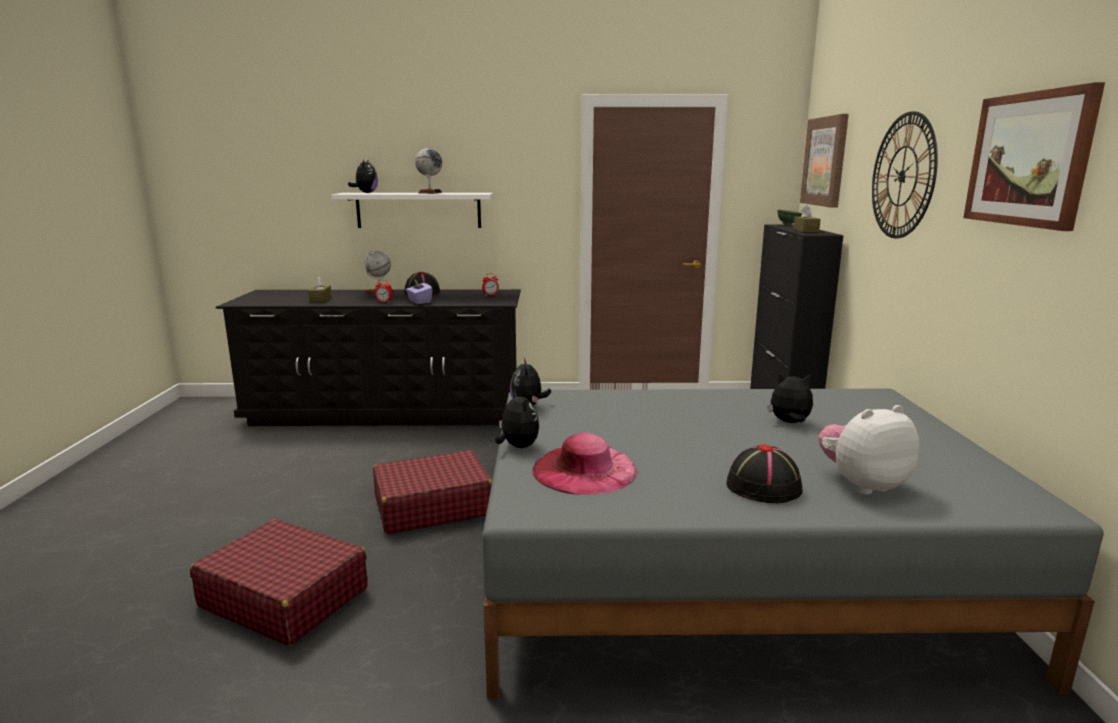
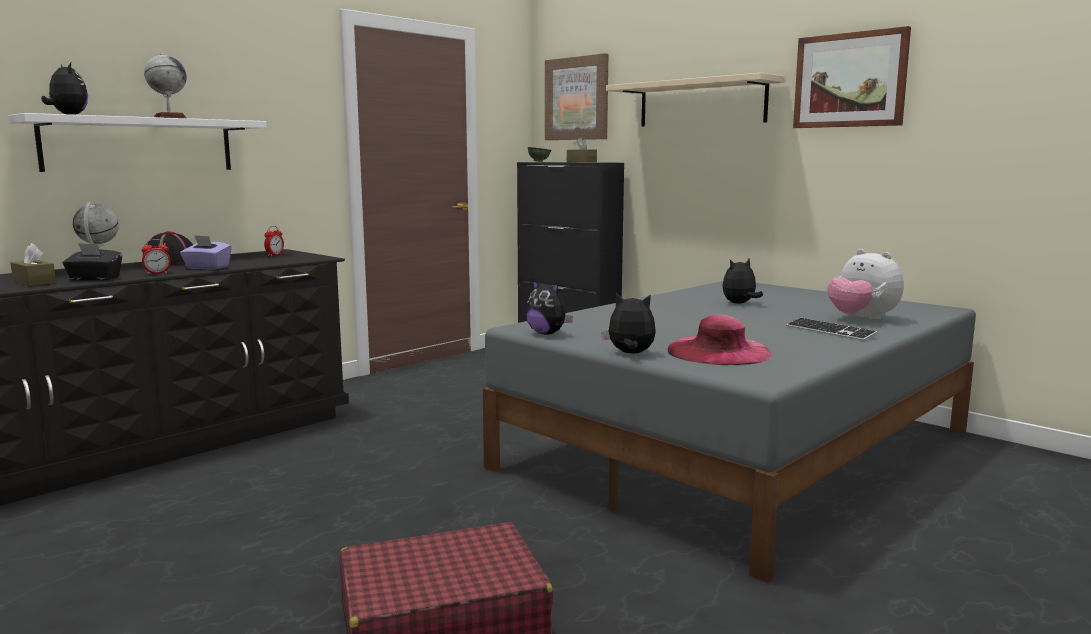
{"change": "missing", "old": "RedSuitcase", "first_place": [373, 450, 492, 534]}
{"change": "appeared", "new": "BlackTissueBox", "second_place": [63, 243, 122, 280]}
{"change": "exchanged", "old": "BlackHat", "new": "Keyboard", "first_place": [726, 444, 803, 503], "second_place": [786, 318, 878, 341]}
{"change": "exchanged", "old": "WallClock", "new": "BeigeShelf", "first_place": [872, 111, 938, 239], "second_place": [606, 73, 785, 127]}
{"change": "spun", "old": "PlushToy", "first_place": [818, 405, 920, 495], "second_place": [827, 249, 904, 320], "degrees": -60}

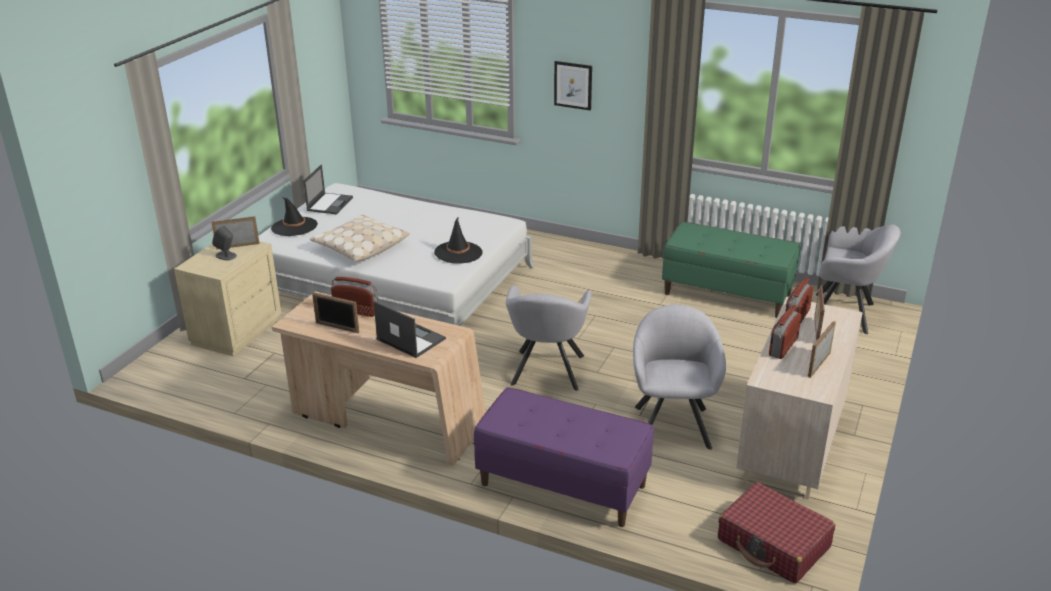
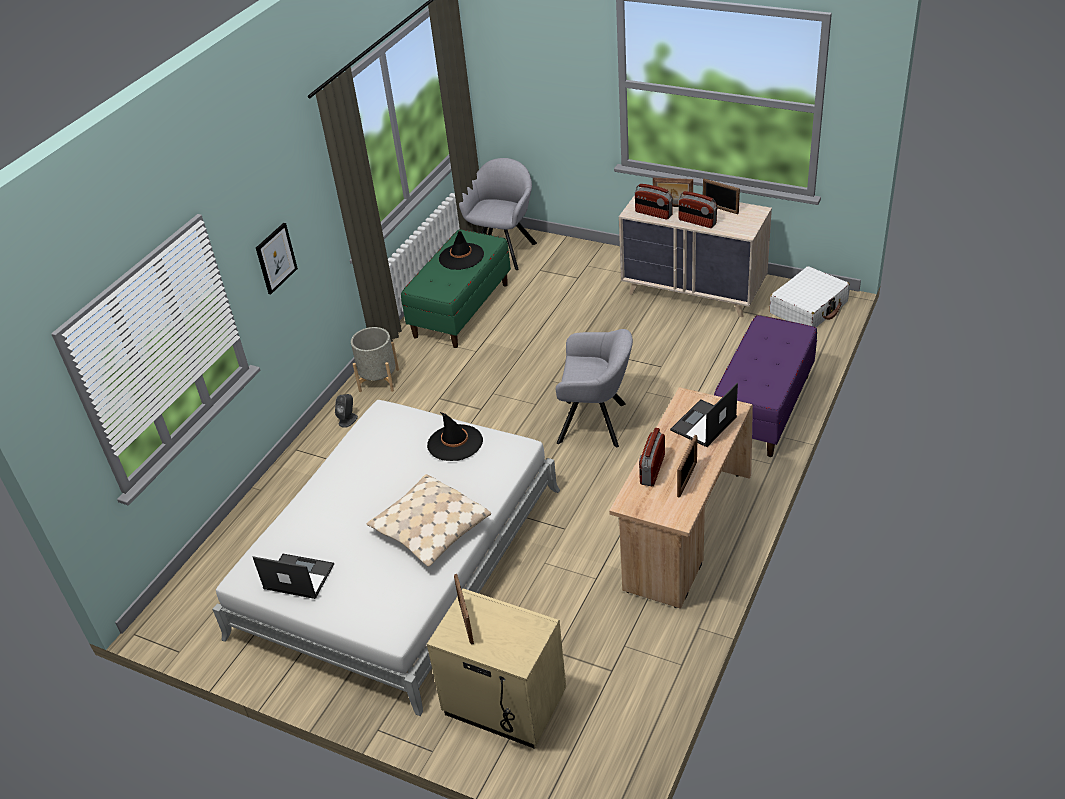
{"change": "missing", "old": "GreyArmchair", "first_place": [633, 304, 726, 450]}
{"change": "appeared", "new": "GreyPlanter", "second_place": [351, 327, 399, 392]}
{"change": "relocated", "old": "GreySpeaker", "first_place": [212, 225, 237, 260], "second_place": [335, 394, 358, 428]}
{"change": "relocated", "old": "BlackHat", "first_place": [271, 197, 318, 236], "second_place": [439, 231, 484, 270]}
{"change": "colour", "old": "RedSuitcase", "new": "WhiteSuitcase", "first_place": [718, 482, 835, 584], "second_place": [770, 266, 850, 327]}

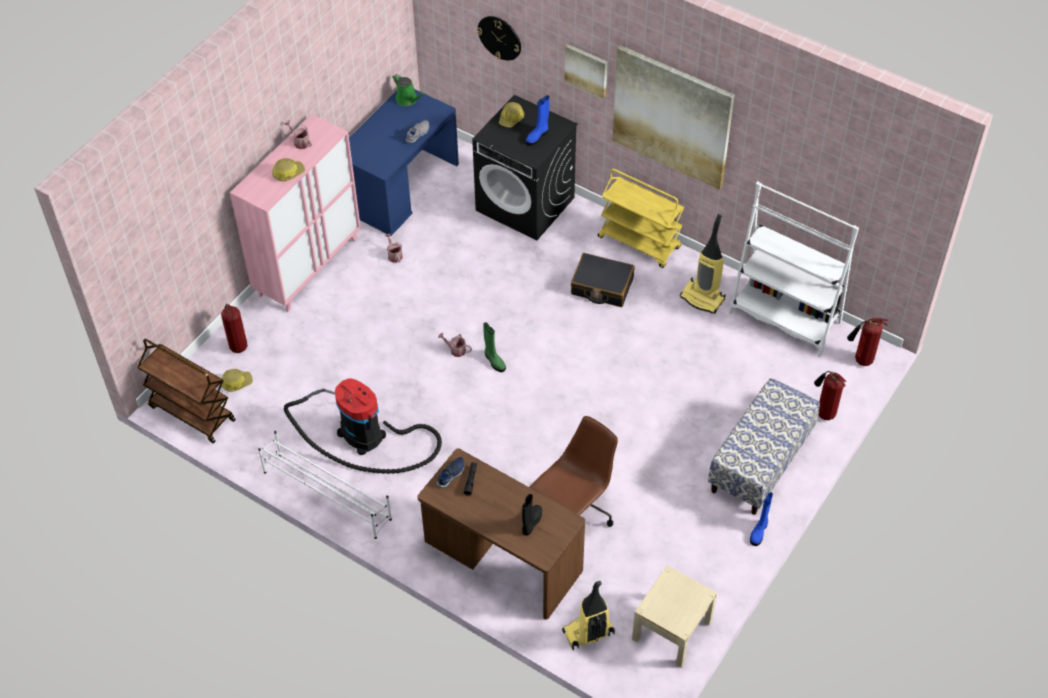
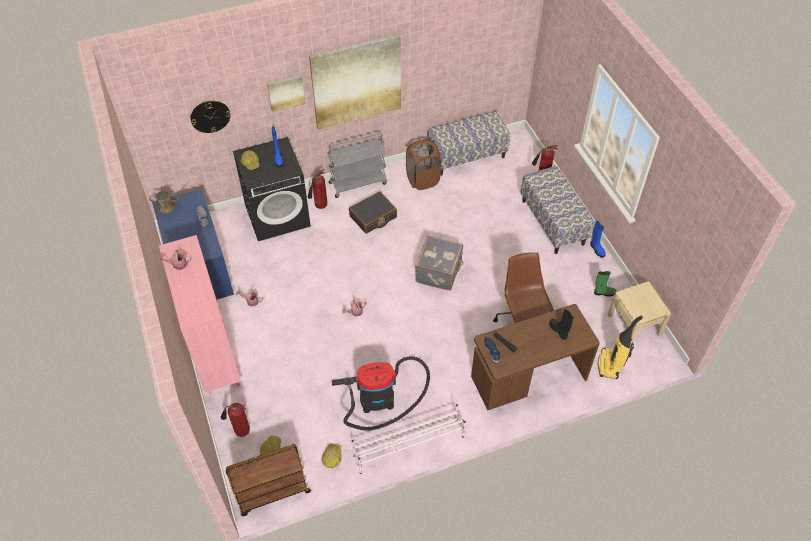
{"change": "appeared", "new": "GreySuitcase", "second_place": [415, 235, 463, 291]}
{"change": "relocated", "old": "HardHat", "first_place": [272, 158, 305, 181], "second_place": [321, 444, 342, 468]}
{"change": "relocated", "old": "GreenBoot", "first_place": [483, 322, 506, 372], "second_place": [594, 271, 617, 297]}
{"change": "relocated", "old": "FireExtinguisher", "first_place": [847, 318, 888, 366], "second_place": [307, 169, 327, 209]}
{"change": "exchanged", "old": "VacuumCleaner", "new": "BrownLaundryBasket", "first_place": [680, 214, 726, 314], "second_place": [406, 140, 441, 190]}
{"change": "exchanged", "old": "WhiteBookcase", "new": "Bench", "first_place": [729, 181, 859, 358], "second_place": [427, 111, 510, 176]}
{"change": "colour", "old": "GreenWateringCan", "new": "BrownWateringCan", "first_place": [393, 74, 425, 106], "second_place": [149, 189, 187, 214]}
{"change": "colour", "old": "YellowCart", "new": "GreyCart", "first_place": [598, 169, 684, 268], "second_place": [327, 132, 387, 198]}

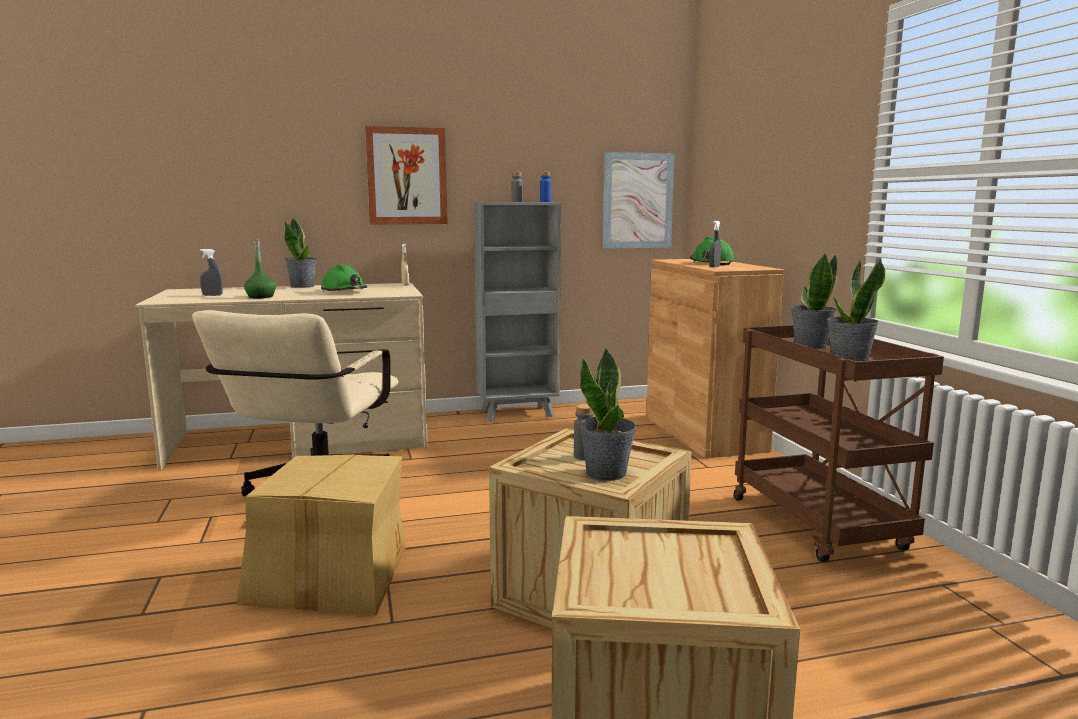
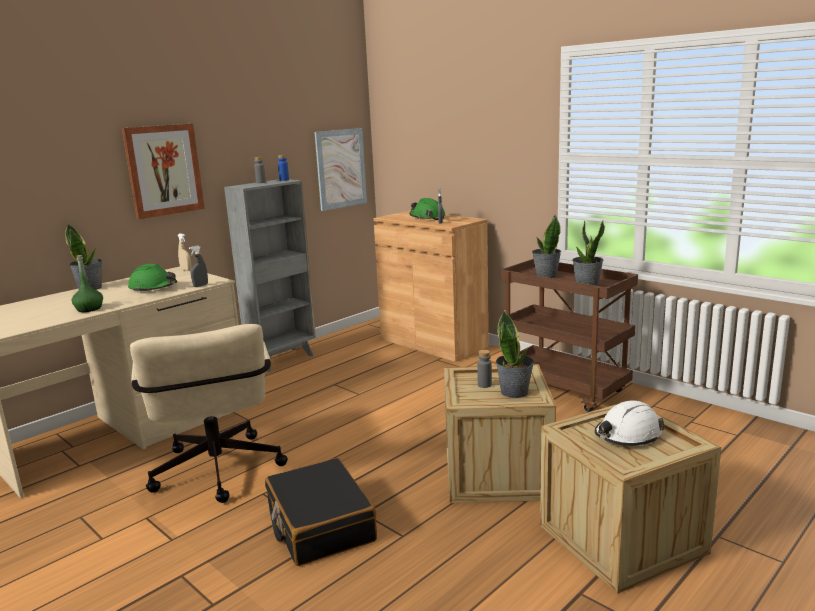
{"change": "appeared", "new": "WhiteHardHat", "second_place": [595, 400, 665, 446]}
{"change": "relocated", "old": "GreySprayBottle", "first_place": [200, 249, 223, 296], "second_place": [189, 245, 208, 287]}
{"change": "exchanged", "old": "CardboardBox", "new": "BlackSuitcase", "first_place": [236, 455, 405, 616], "second_place": [265, 458, 377, 566]}

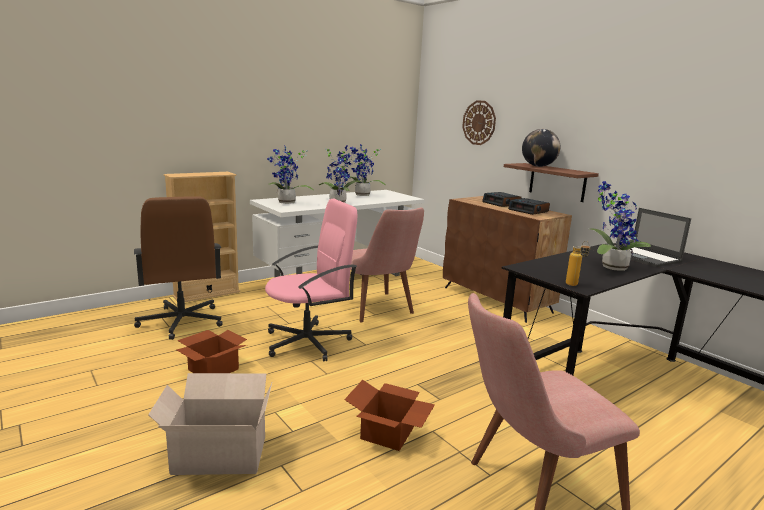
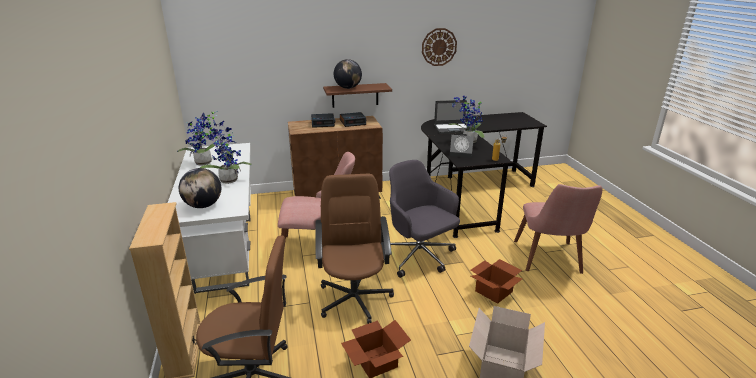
{"change": "appeared", "new": "GreyOfficeChair", "second_place": [389, 160, 460, 278]}
{"change": "appeared", "new": "AlarmClock", "second_place": [450, 134, 474, 158]}
{"change": "relocated", "old": "WallClock", "first_place": [462, 101, 496, 145], "second_place": [422, 28, 457, 66]}
{"change": "exchanged", "old": "PottedPlant", "new": "Globe", "first_place": [267, 147, 314, 204], "second_place": [179, 168, 221, 208]}
{"change": "colour", "old": "PinkOfficeChair", "new": "BrownOfficeChair", "first_place": [265, 199, 357, 361], "second_place": [315, 173, 394, 324]}

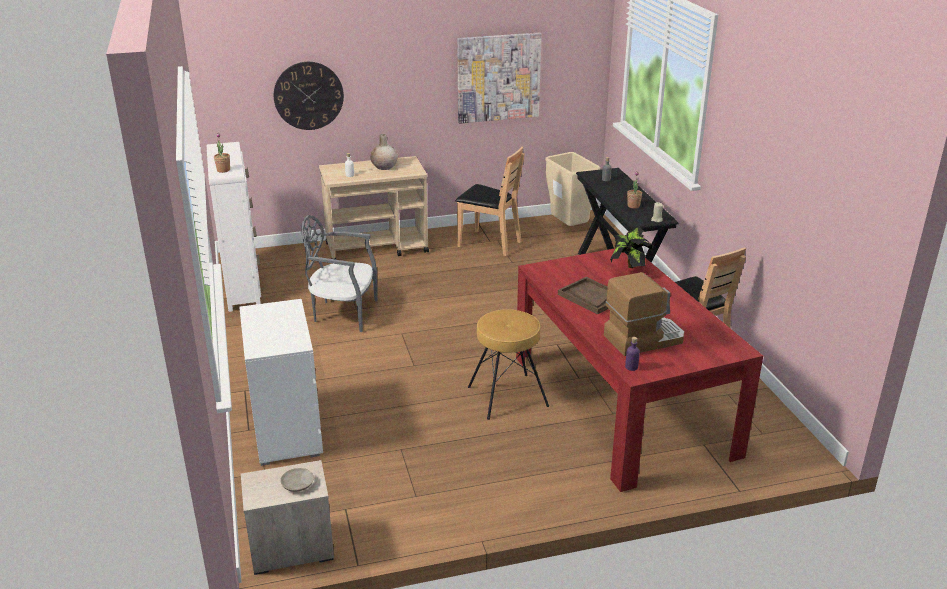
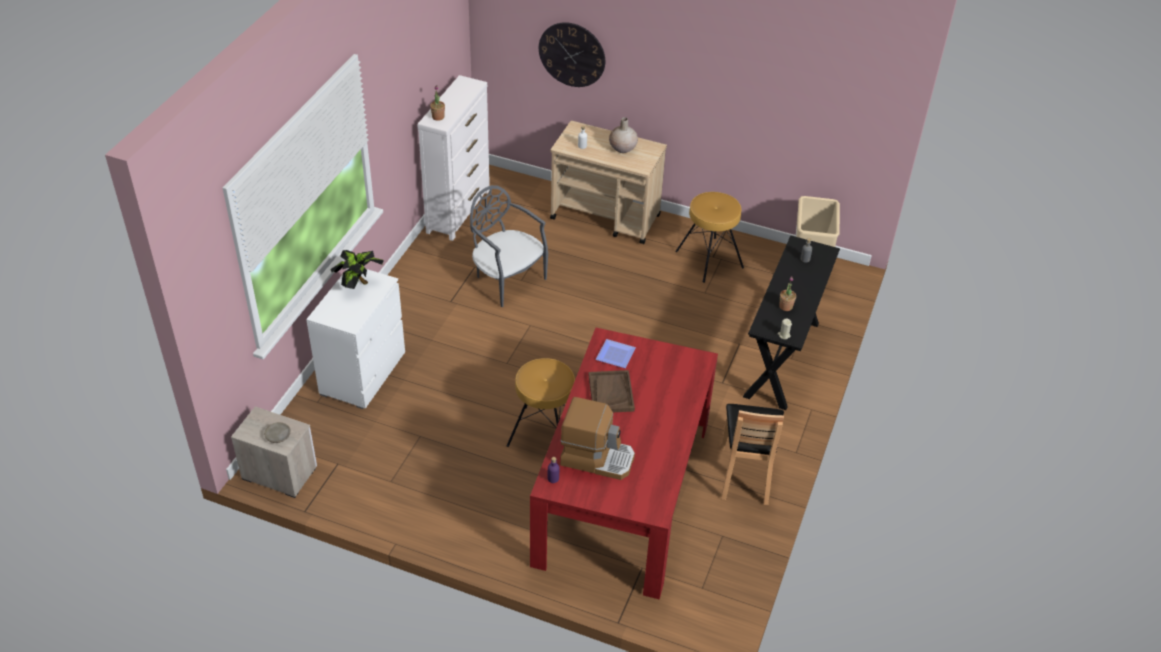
{"change": "missing", "old": "Picture", "first_place": [457, 32, 542, 124]}
{"change": "appeared", "new": "Plate", "second_place": [596, 339, 636, 368]}
{"change": "relocated", "old": "PottedPlant", "first_place": [610, 226, 652, 268], "second_place": [330, 250, 384, 289]}
{"change": "exchanged", "old": "BrownChair", "new": "BrownStool", "first_place": [456, 147, 525, 256], "second_place": [675, 192, 744, 283]}

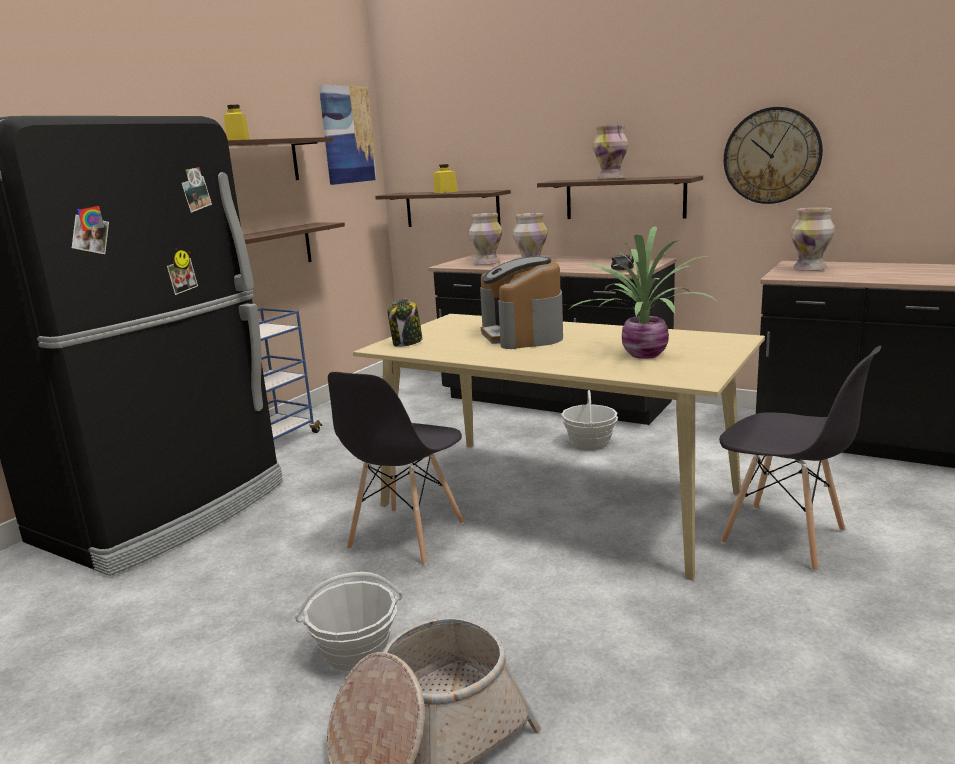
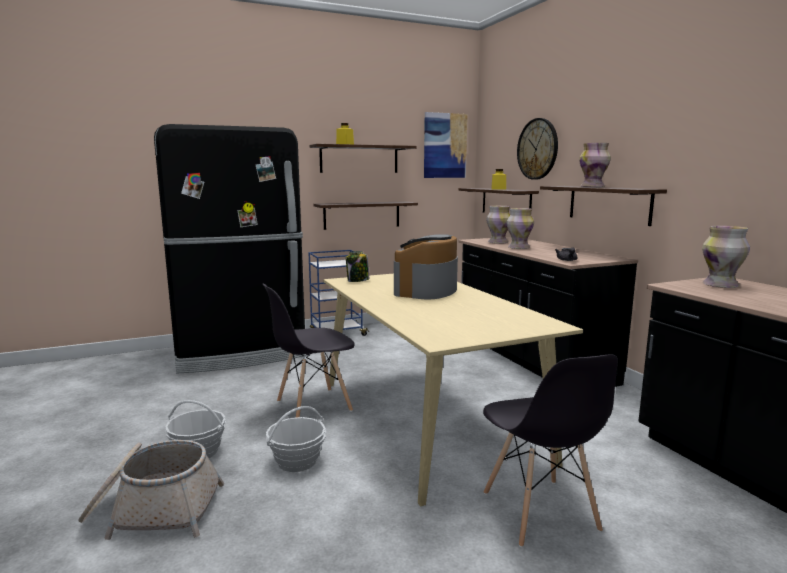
{"change": "missing", "old": "PottedPlant", "first_place": [567, 226, 718, 359]}
{"change": "relocated", "old": "Basket", "first_place": [561, 390, 618, 450], "second_place": [266, 406, 326, 472]}
{"change": "relocated", "old": "WallClock", "first_place": [724, 107, 823, 204], "second_place": [517, 118, 558, 180]}

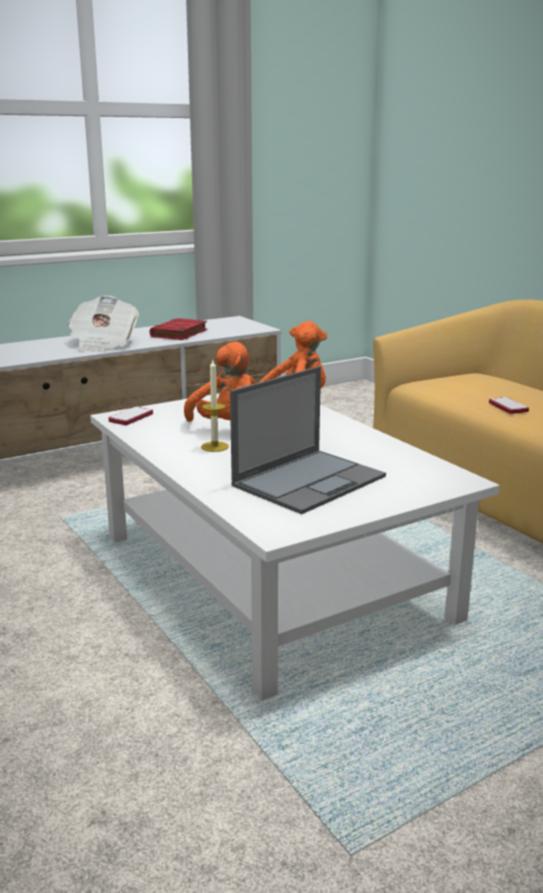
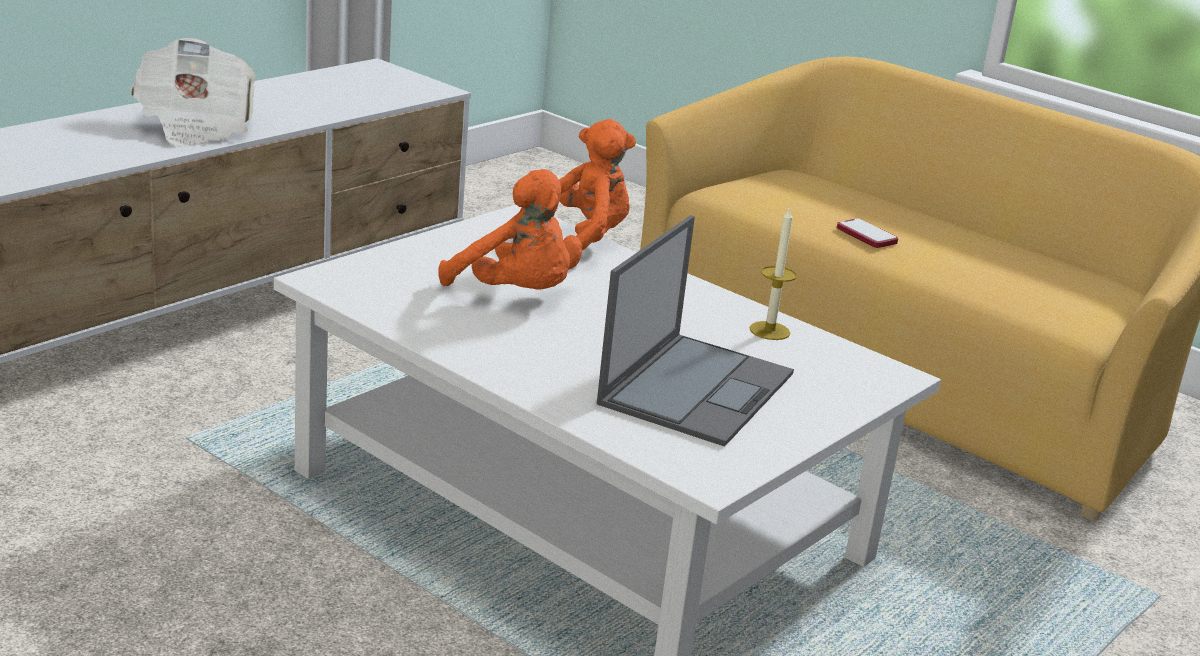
{"change": "missing", "old": "Phone", "first_place": [109, 406, 153, 425]}
{"change": "missing", "old": "RedBook", "first_place": [149, 318, 207, 340]}
{"change": "relocated", "old": "Candle", "first_place": [201, 360, 229, 452], "second_place": [749, 207, 797, 340]}

